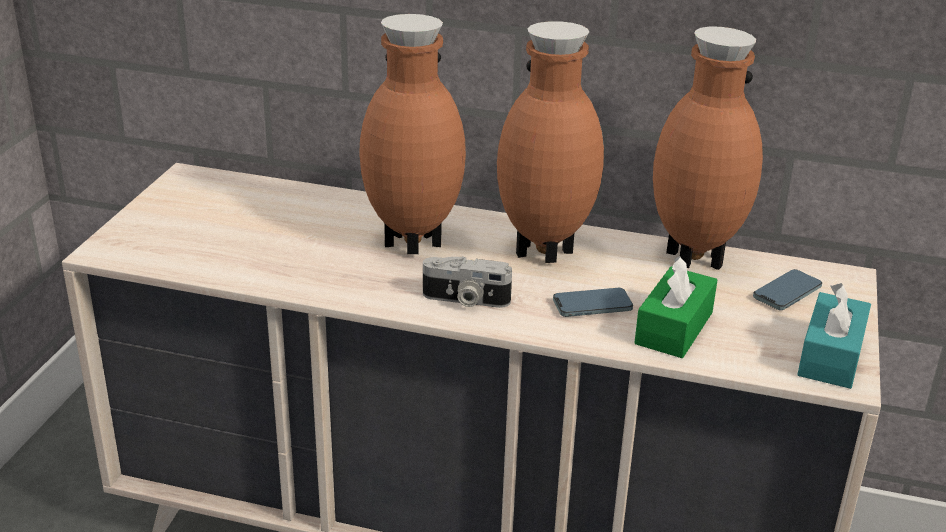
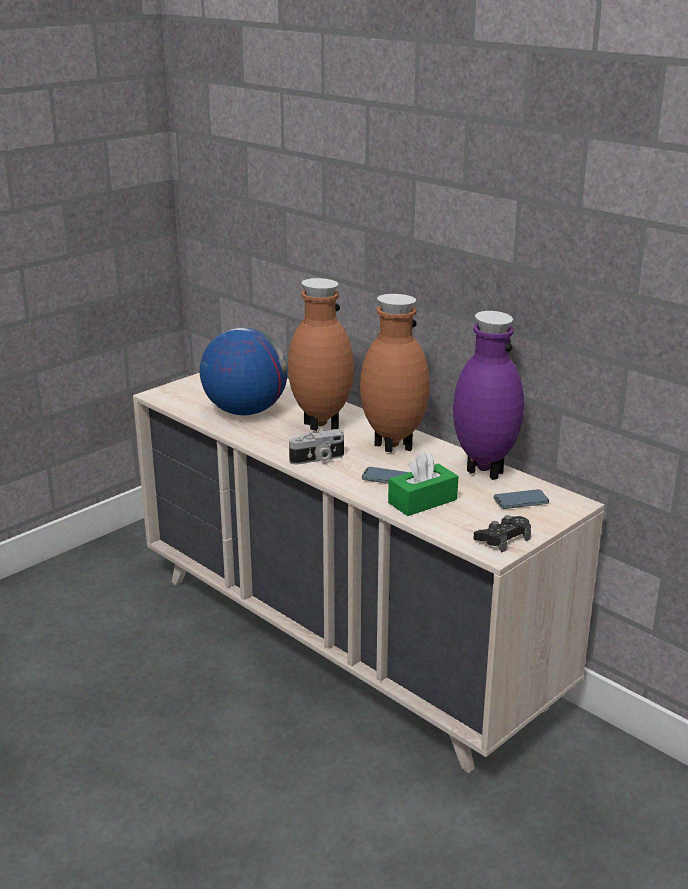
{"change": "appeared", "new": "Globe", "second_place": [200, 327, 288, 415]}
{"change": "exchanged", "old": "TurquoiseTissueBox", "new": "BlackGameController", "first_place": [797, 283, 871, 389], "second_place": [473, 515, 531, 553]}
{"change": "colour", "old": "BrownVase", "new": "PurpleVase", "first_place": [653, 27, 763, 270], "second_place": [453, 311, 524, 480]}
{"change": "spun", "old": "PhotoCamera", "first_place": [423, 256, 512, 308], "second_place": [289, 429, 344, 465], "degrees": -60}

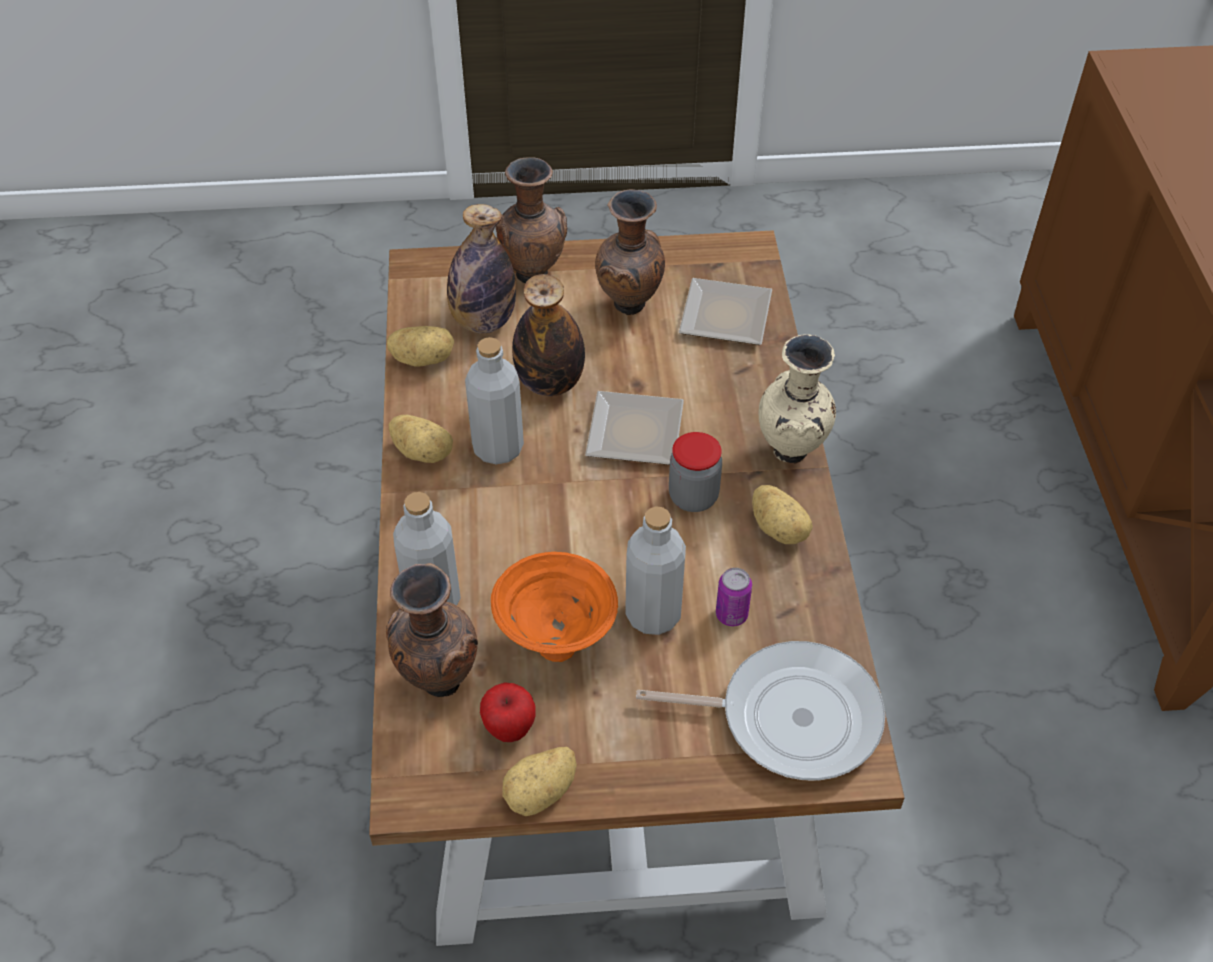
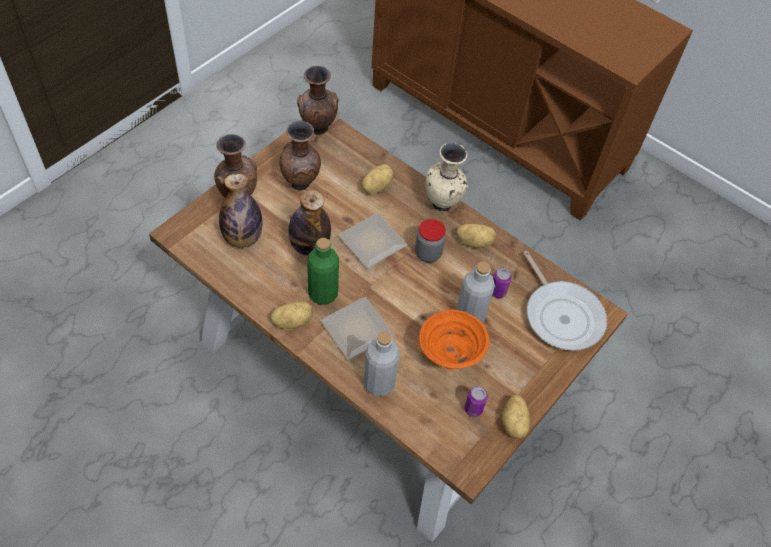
{"change": "relocated", "old": "BrownVase", "first_place": [386, 563, 478, 697], "second_place": [297, 66, 339, 134]}
{"change": "relocated", "old": "Potato", "first_place": [387, 326, 454, 367], "second_place": [361, 164, 393, 194]}
{"change": "relocated", "old": "Plate", "first_place": [679, 278, 772, 345], "second_place": [320, 297, 394, 360]}
{"change": "exchanged", "old": "Apple", "new": "Can", "first_place": [480, 683, 536, 742], "second_place": [464, 386, 488, 417]}
{"change": "colour", "old": "GreyBottle", "new": "GreenBottle", "first_place": [465, 337, 524, 464], "second_place": [307, 238, 339, 305]}
{"change": "spun", "old": "FryingPan", "first_place": [636, 641, 885, 781], "second_place": [523, 251, 607, 351], "degrees": 105}

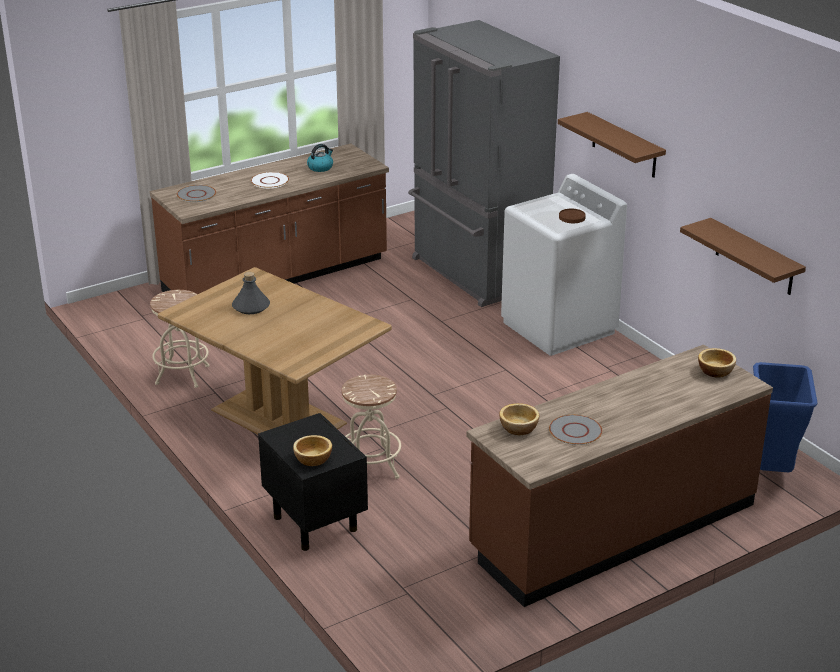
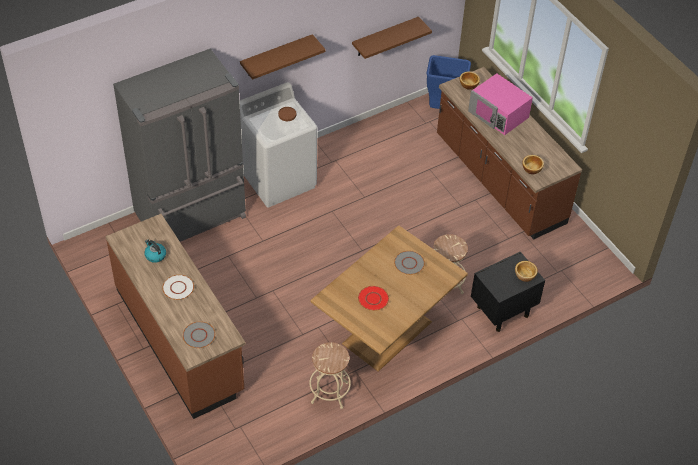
{"change": "appeared", "new": "PinkMicrowave", "second_place": [468, 73, 533, 135]}
{"change": "relocated", "old": "GreyPlate", "first_place": [549, 415, 602, 445], "second_place": [394, 251, 425, 275]}
{"change": "exchanged", "old": "GreyBottle", "new": "RedPlate", "first_place": [232, 272, 270, 314], "second_place": [358, 286, 389, 311]}

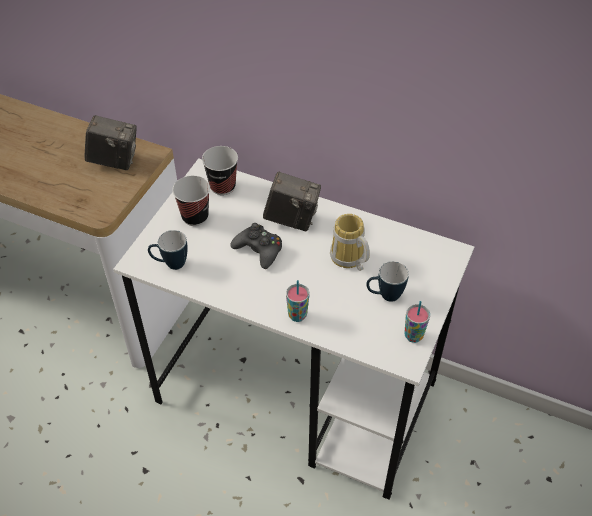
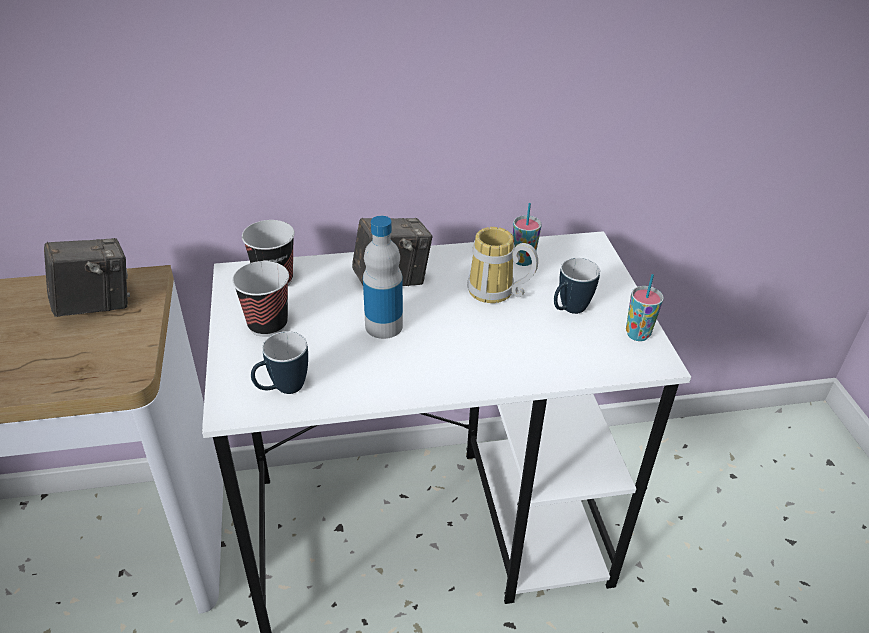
{"change": "relocated", "old": "Cup", "first_place": [286, 280, 309, 322], "second_place": [513, 203, 542, 266]}
{"change": "exchanged", "old": "BlackGameController", "new": "Bottle", "first_place": [231, 223, 282, 269], "second_place": [363, 216, 403, 339]}

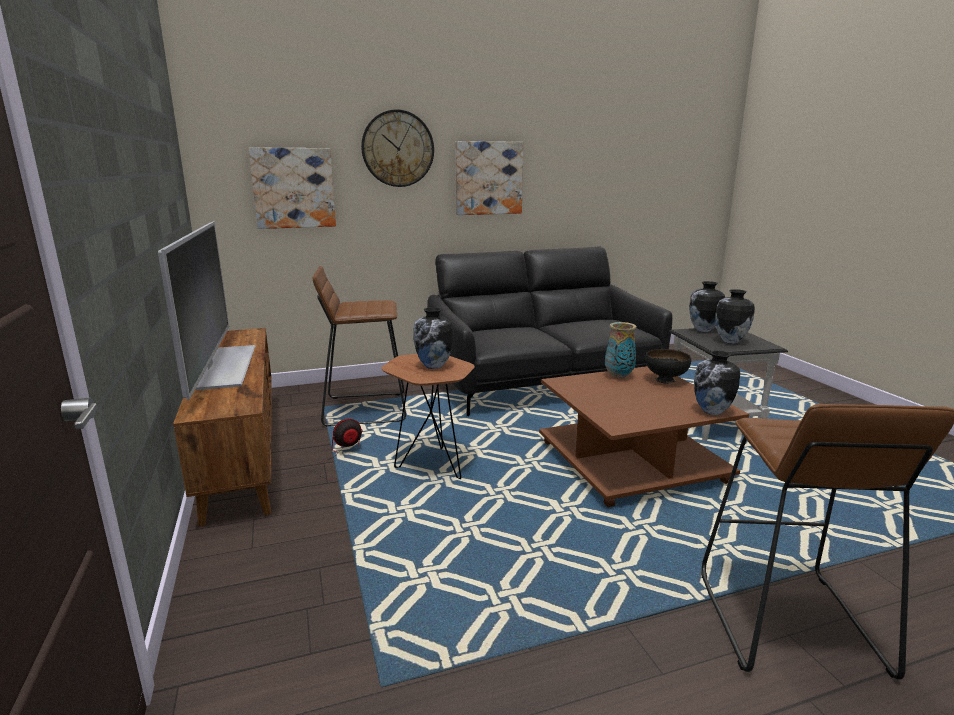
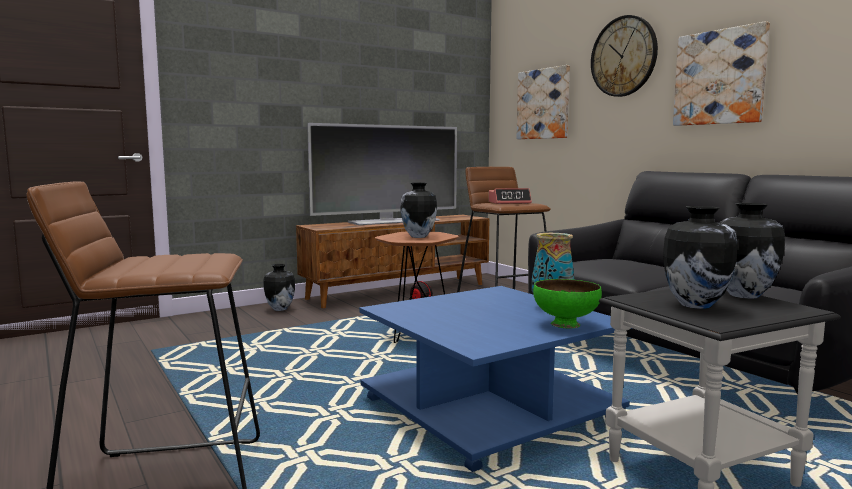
{"change": "appeared", "new": "AlarmClock", "second_place": [489, 188, 532, 204]}
{"change": "relocated", "old": "Vase", "first_place": [694, 350, 740, 415], "second_place": [264, 264, 295, 311]}
{"change": "colour", "old": "BrownCoffeeTable", "new": "BlueCoffeeTable", "first_place": [539, 366, 749, 507], "second_place": [359, 286, 632, 472]}
{"change": "colour", "old": "BlackBowl", "new": "GreenBowl", "first_place": [645, 349, 691, 384], "second_place": [533, 279, 602, 328]}

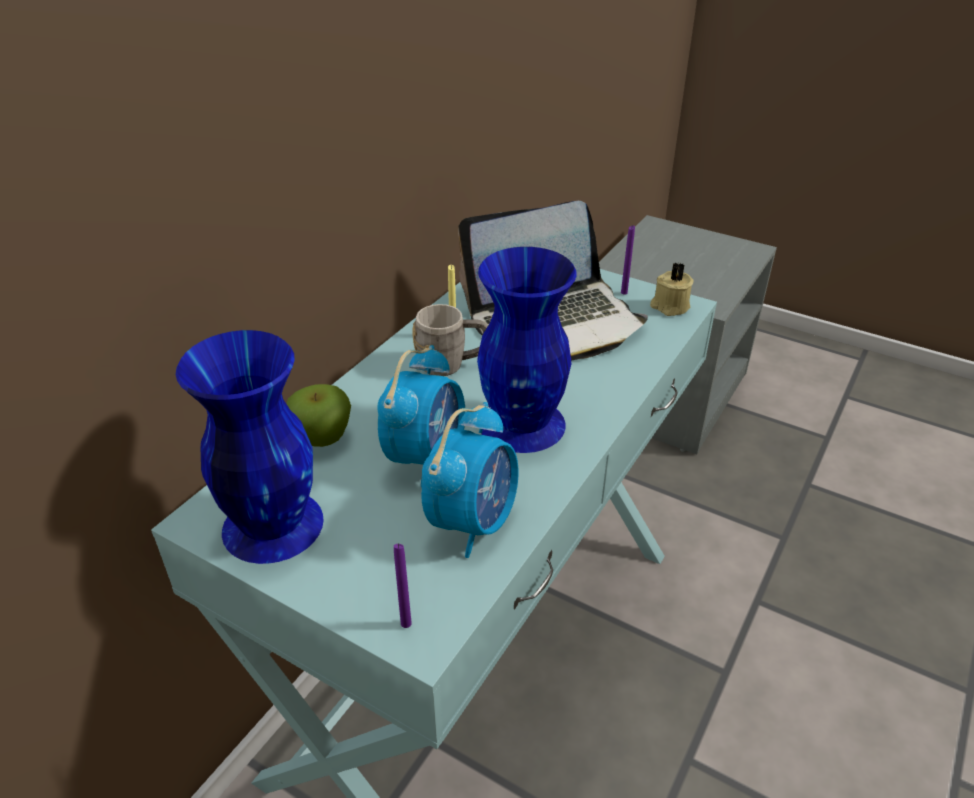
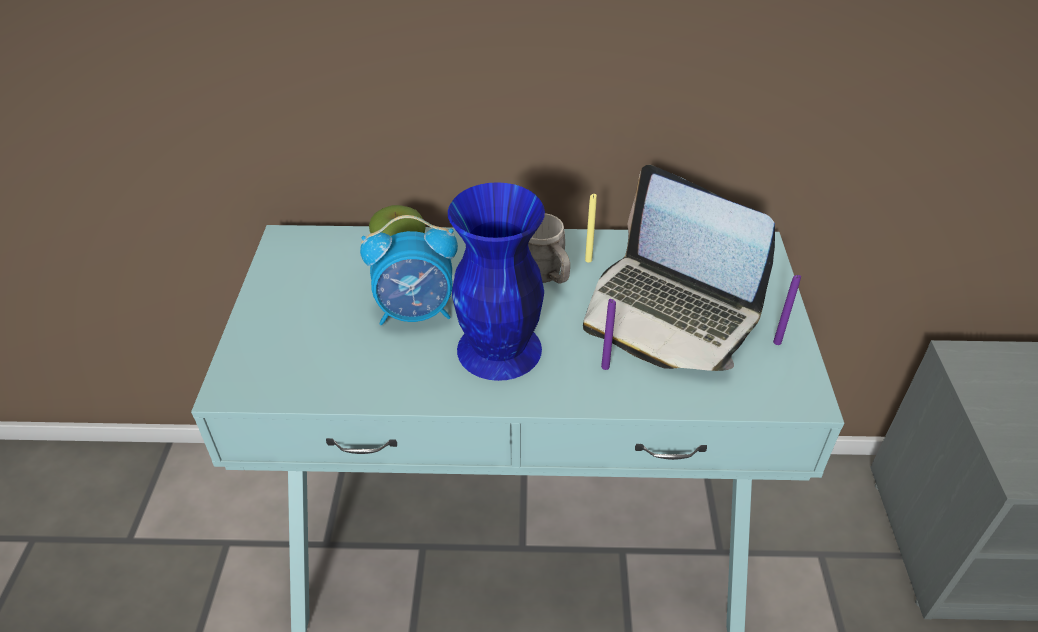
{"change": "missing", "old": "BlueVase", "first_place": [176, 330, 324, 564]}
{"change": "missing", "old": "AlarmClock", "first_place": [421, 402, 518, 558]}
{"change": "missing", "old": "BeigeCandle", "first_place": [650, 262, 693, 316]}
{"change": "relocated", "old": "PurpleCandle", "first_place": [394, 543, 412, 628], "second_place": [601, 299, 616, 370]}

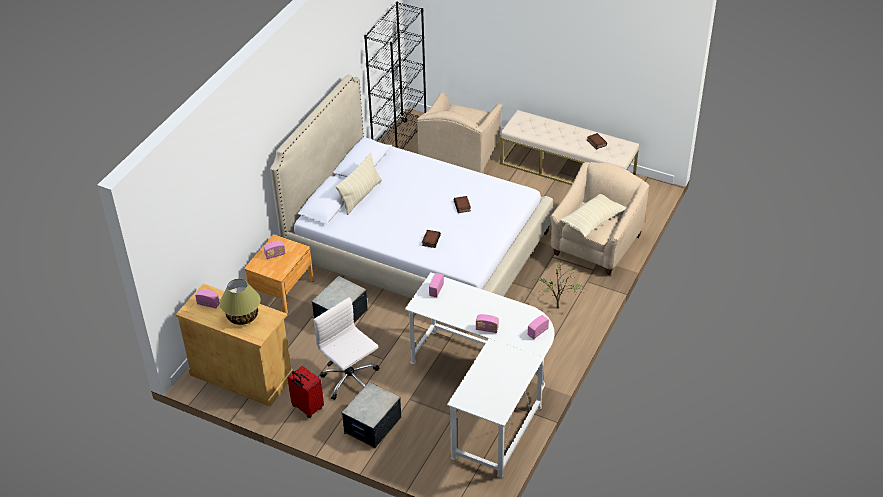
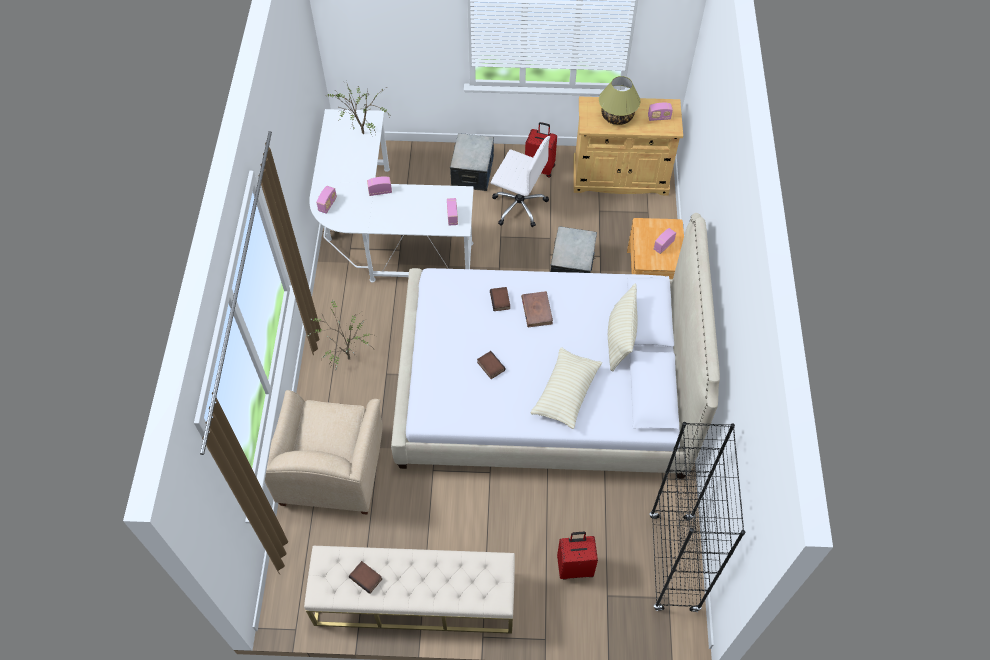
{"change": "appeared", "new": "PottedPlant", "second_place": [325, 80, 390, 135]}
{"change": "appeared", "new": "BrownBook", "second_place": [521, 291, 553, 327]}
{"change": "relocated", "old": "BeigePillow", "first_place": [560, 194, 626, 238], "second_place": [531, 347, 602, 429]}
{"change": "exchanged", "old": "BeigeArmchair", "new": "RedSuitcase", "first_place": [417, 92, 503, 173], "second_place": [557, 532, 598, 579]}

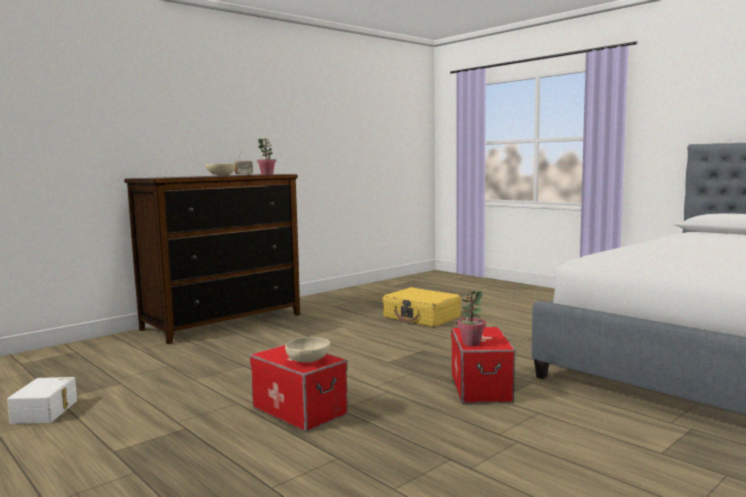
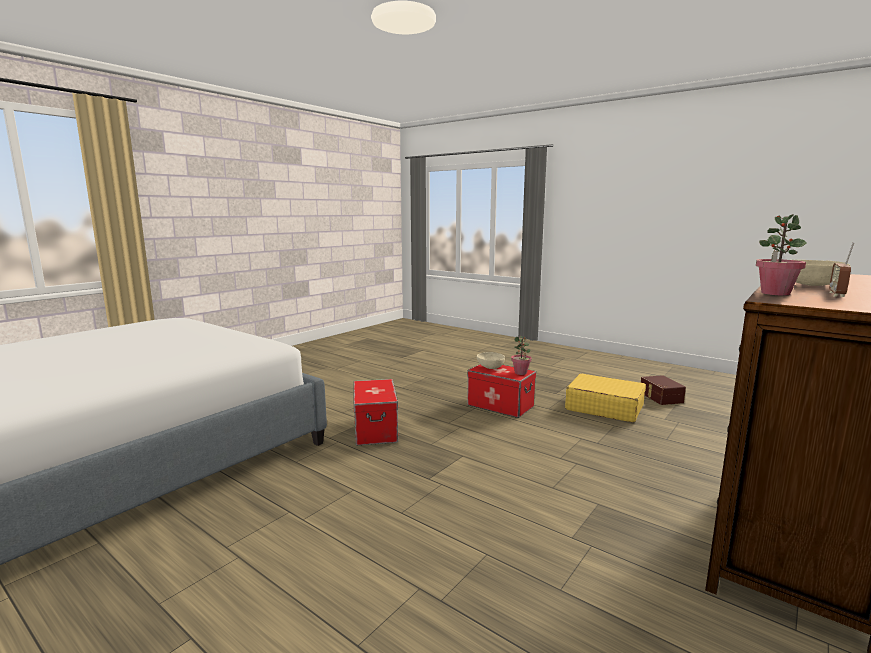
{"change": "relocated", "old": "YellowSuitcase", "first_place": [382, 287, 461, 327], "second_place": [565, 374, 646, 422]}
{"change": "relocated", "old": "PottedPlant", "first_place": [457, 290, 486, 346], "second_place": [511, 336, 532, 375]}
{"change": "colour", "old": "WhiteStorageBox", "new": "BrownStorageBox", "first_place": [7, 377, 77, 424], "second_place": [641, 375, 686, 405]}

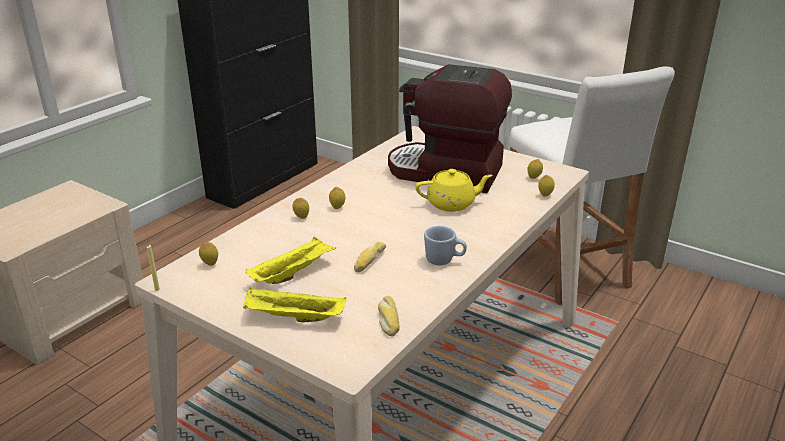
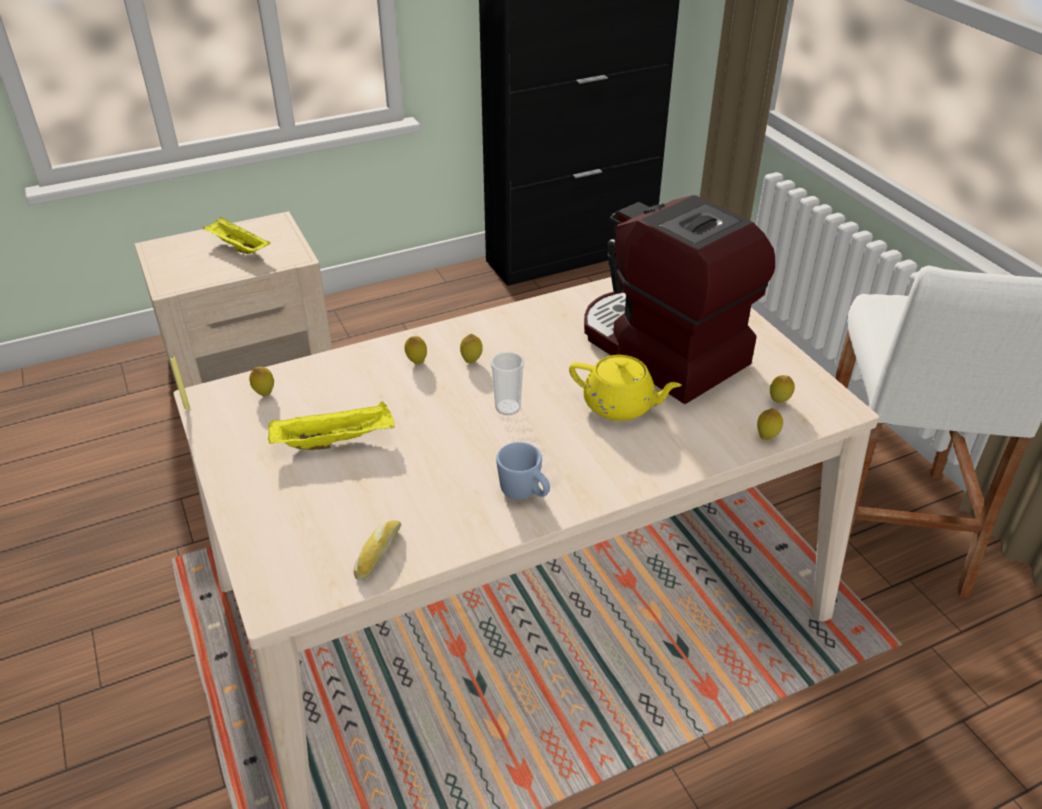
{"change": "missing", "old": "Bread", "first_place": [354, 242, 386, 273]}
{"change": "appeared", "new": "Cup", "second_place": [490, 352, 525, 415]}
{"change": "relocated", "old": "YellowTray", "first_place": [243, 288, 346, 322], "second_place": [203, 217, 270, 254]}

